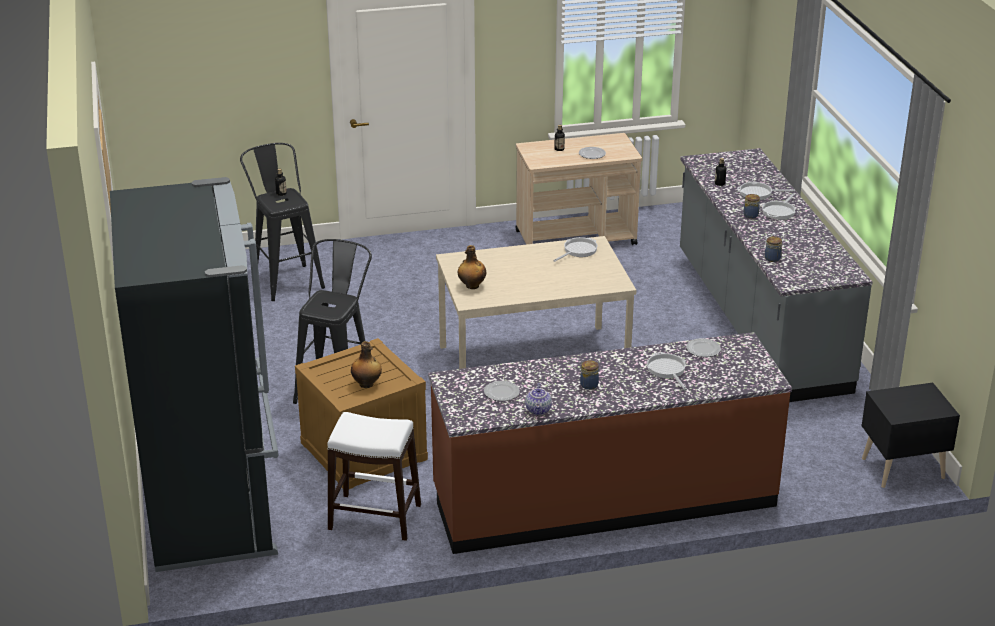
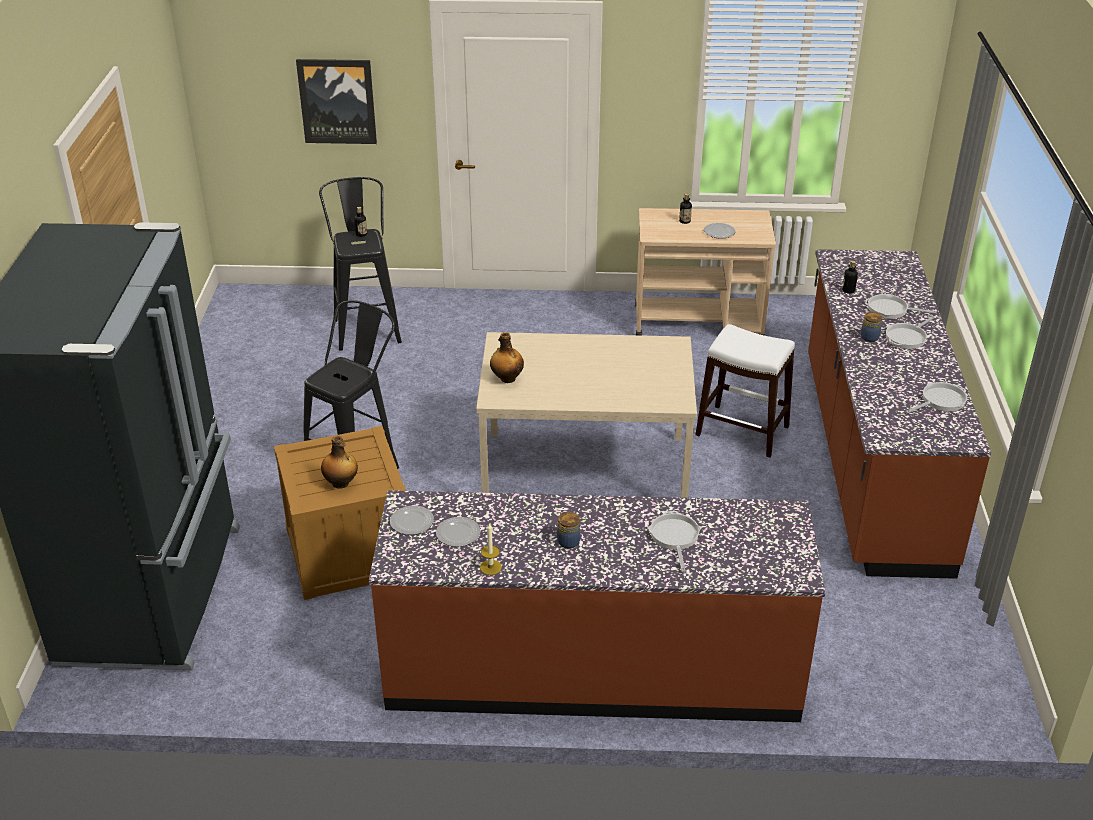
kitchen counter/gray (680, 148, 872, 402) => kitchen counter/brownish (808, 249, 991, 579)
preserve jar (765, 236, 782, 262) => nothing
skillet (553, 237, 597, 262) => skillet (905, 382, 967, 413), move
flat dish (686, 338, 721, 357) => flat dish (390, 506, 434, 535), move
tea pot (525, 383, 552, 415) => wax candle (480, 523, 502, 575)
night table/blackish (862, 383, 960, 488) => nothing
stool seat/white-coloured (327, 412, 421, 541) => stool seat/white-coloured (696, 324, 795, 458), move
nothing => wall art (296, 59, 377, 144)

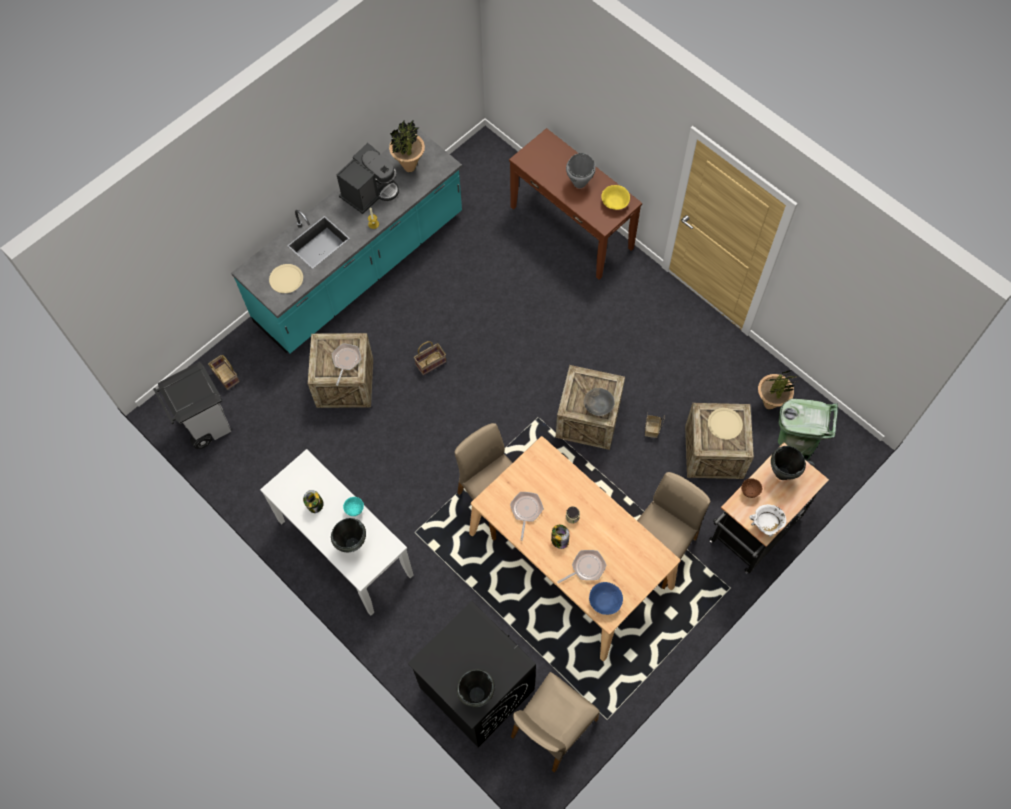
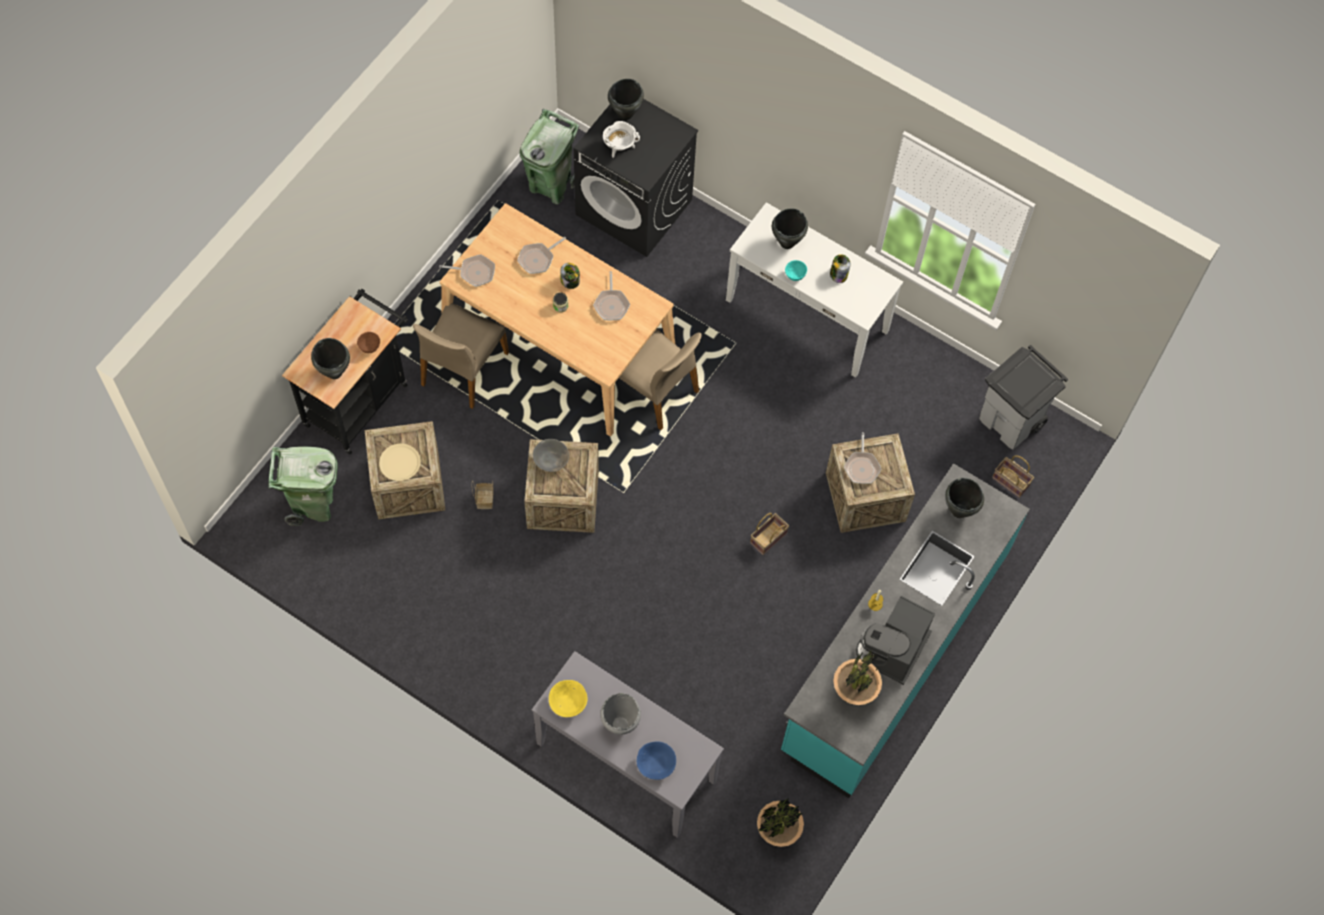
console table/brownish (509, 128, 642, 280) => console table/gray (532, 651, 724, 838)
flat dish/beige-coloured (269, 264, 303, 293) => stockpot/blackish (945, 478, 984, 518)
plant in a pot (758, 370, 796, 409) => plant in a pot (757, 798, 804, 847), move
stockpot/white-coloured (749, 504, 786, 537) => stockpot/white-coloured (603, 121, 640, 158), move
deep dish/blue (589, 582, 623, 615) => deep dish/blue (637, 741, 676, 780), move
upright chair/beige-coloured (511, 672, 600, 773) => waste bin/green (520, 109, 579, 205)
nothing => skillet (439, 254, 495, 287)

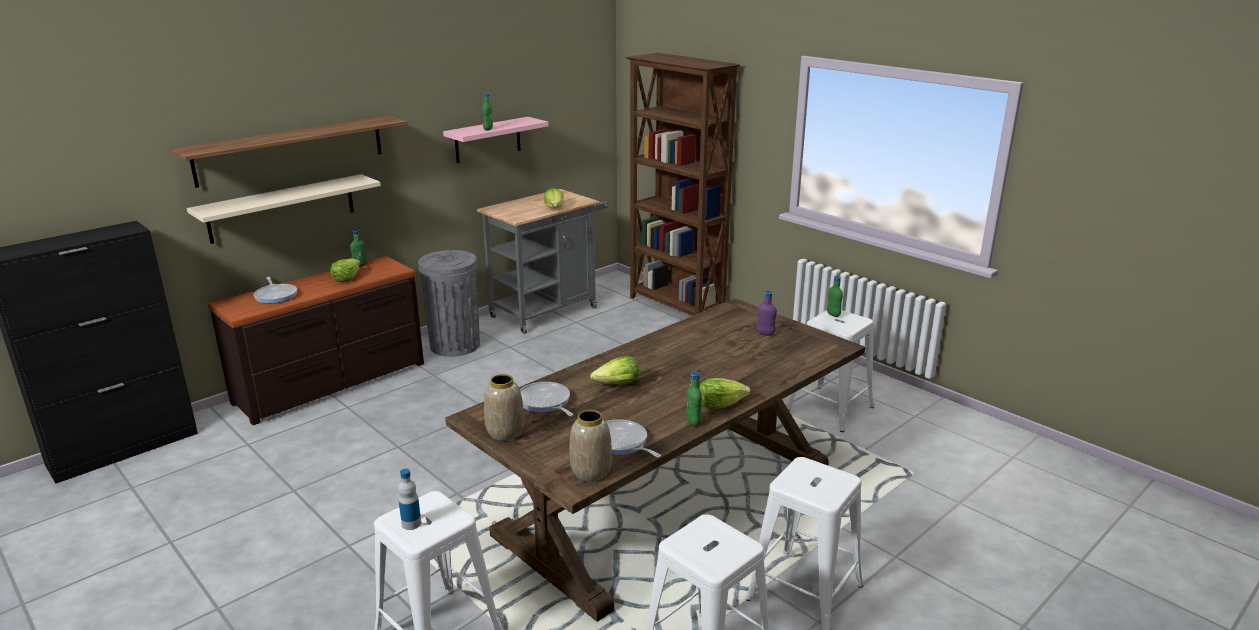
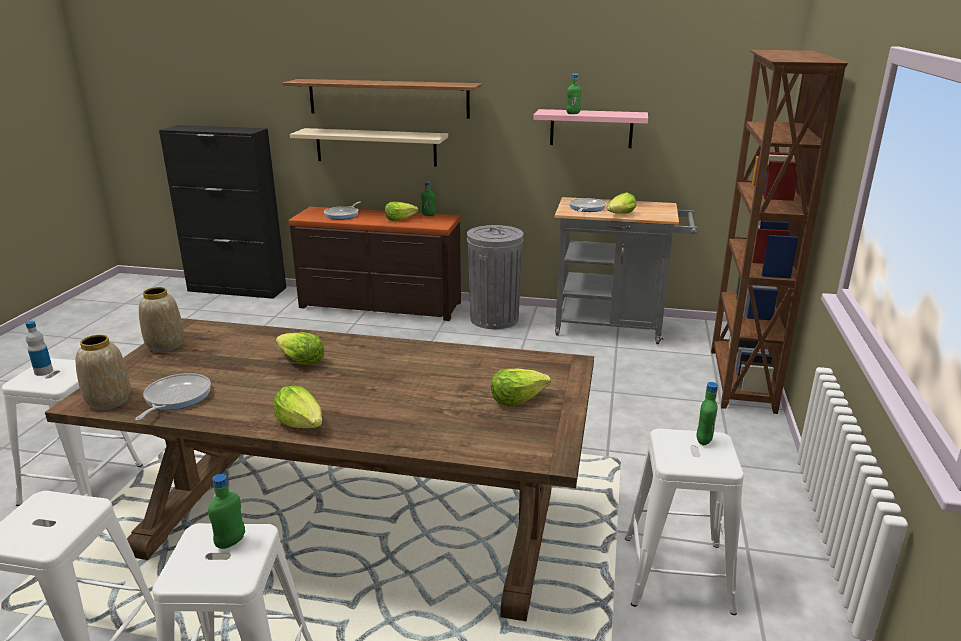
bottle/purplish (757, 291, 777, 336) => head of lettuce (491, 368, 551, 406)
bottle/green (686, 372, 702, 426) => bottle/green (208, 474, 245, 549), move
skillet (520, 382, 573, 416) => skillet (569, 198, 606, 212), move

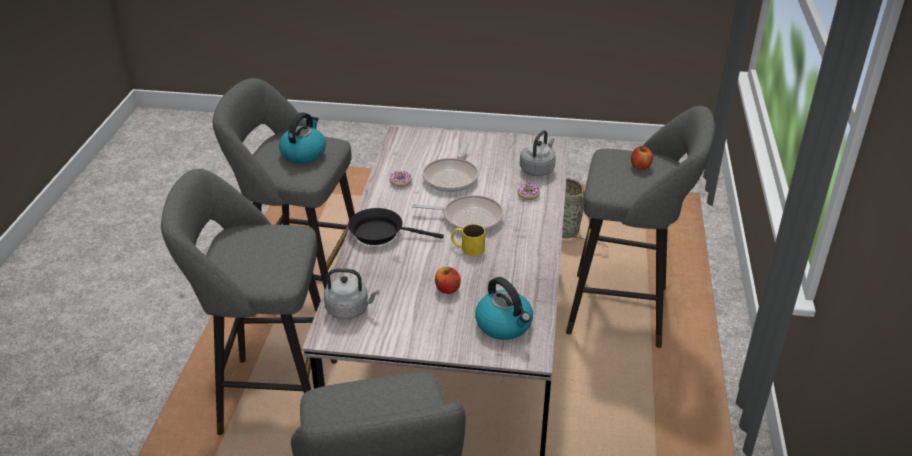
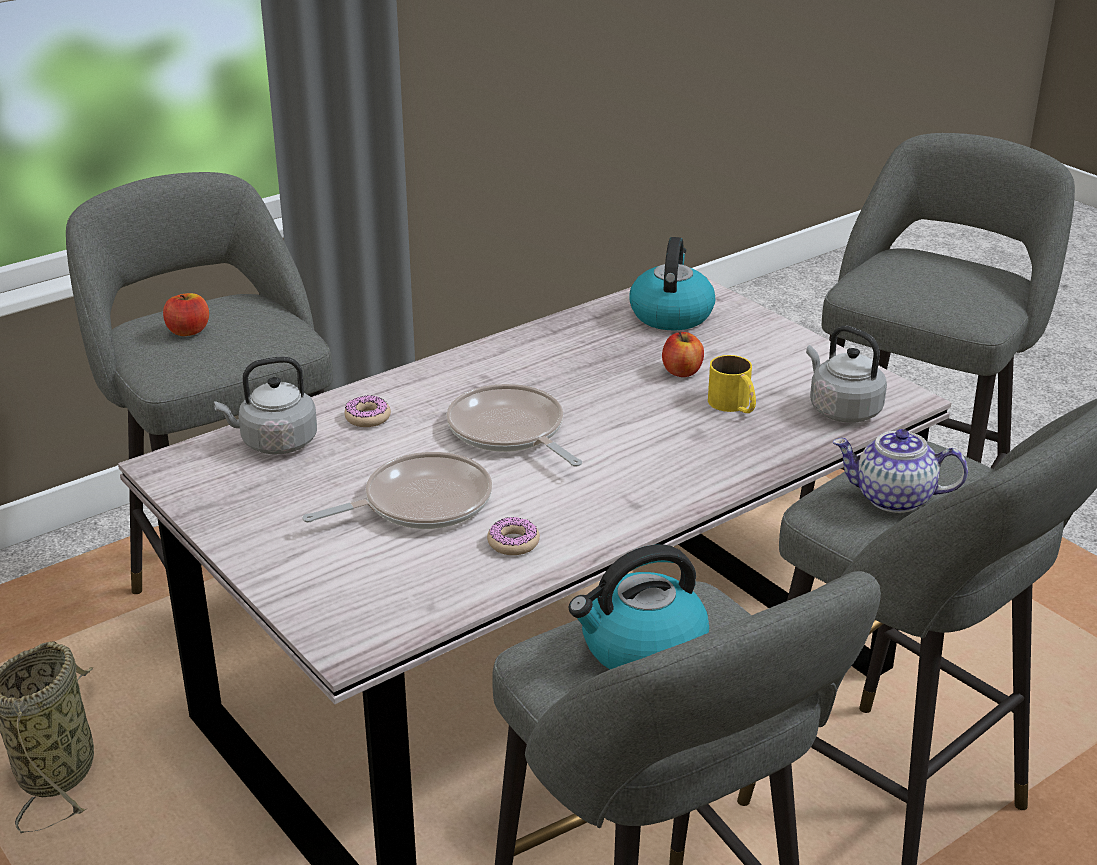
skillet/blackish (348, 208, 444, 245) => nothing
tea mug/yellow (451, 224, 485, 256) => tea mug/yellow (708, 355, 756, 413), move
nothing => tea pot (833, 429, 968, 513)

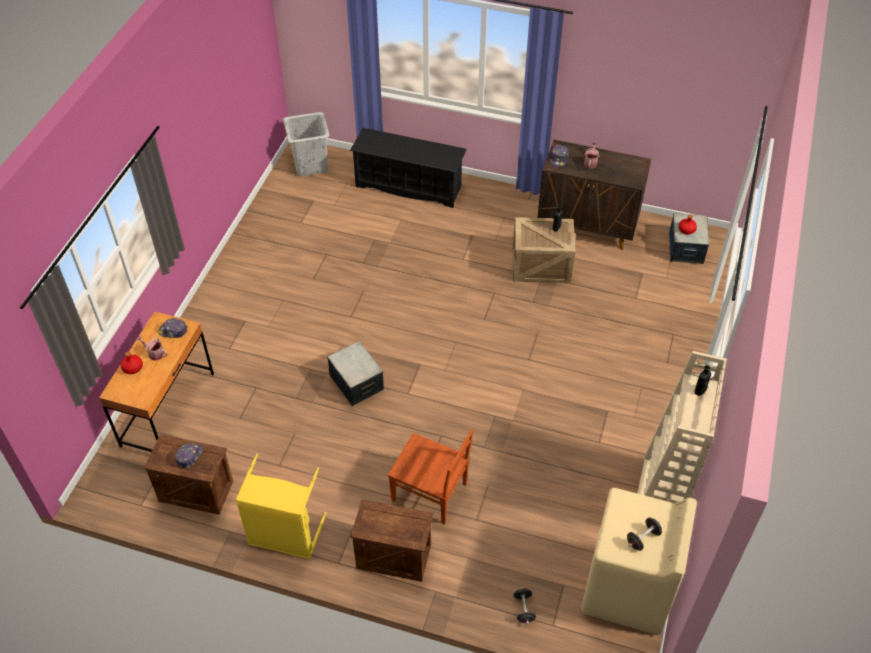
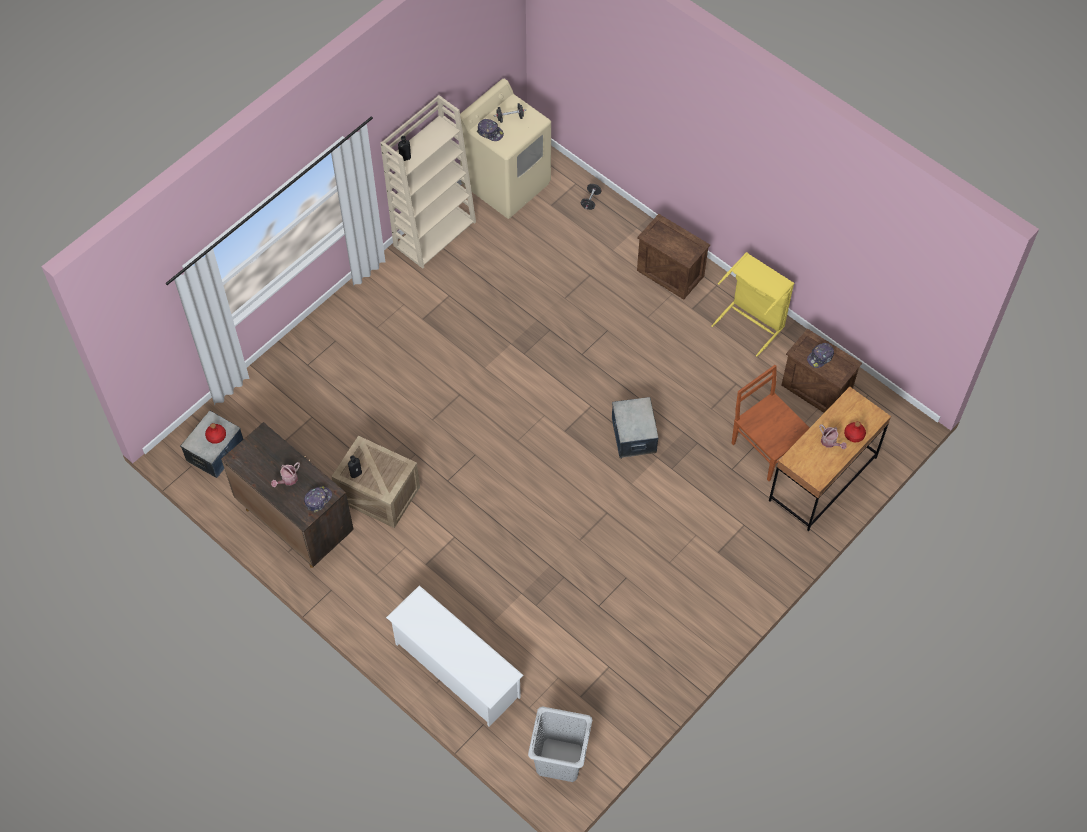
shoe rack/blackish (350, 128, 467, 208) => shoe rack/white-coloured (386, 585, 523, 727)
cap (158, 318, 188, 338) => cap (477, 119, 504, 141), move
upright chair/brownish (388, 429, 474, 524) => upright chair/brownish (732, 365, 810, 481), move

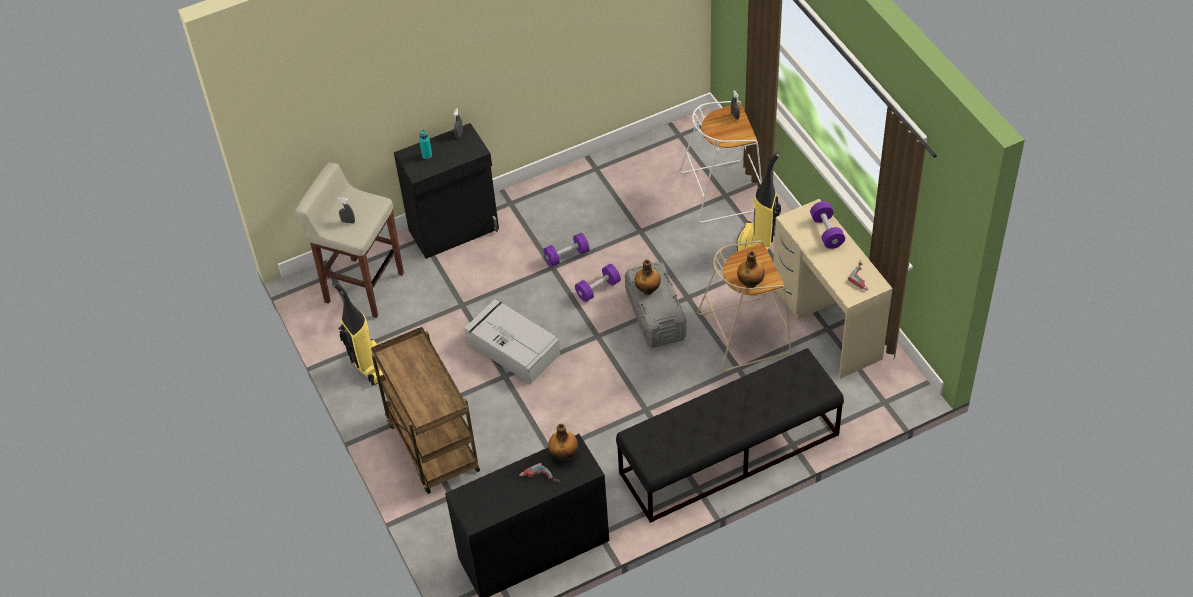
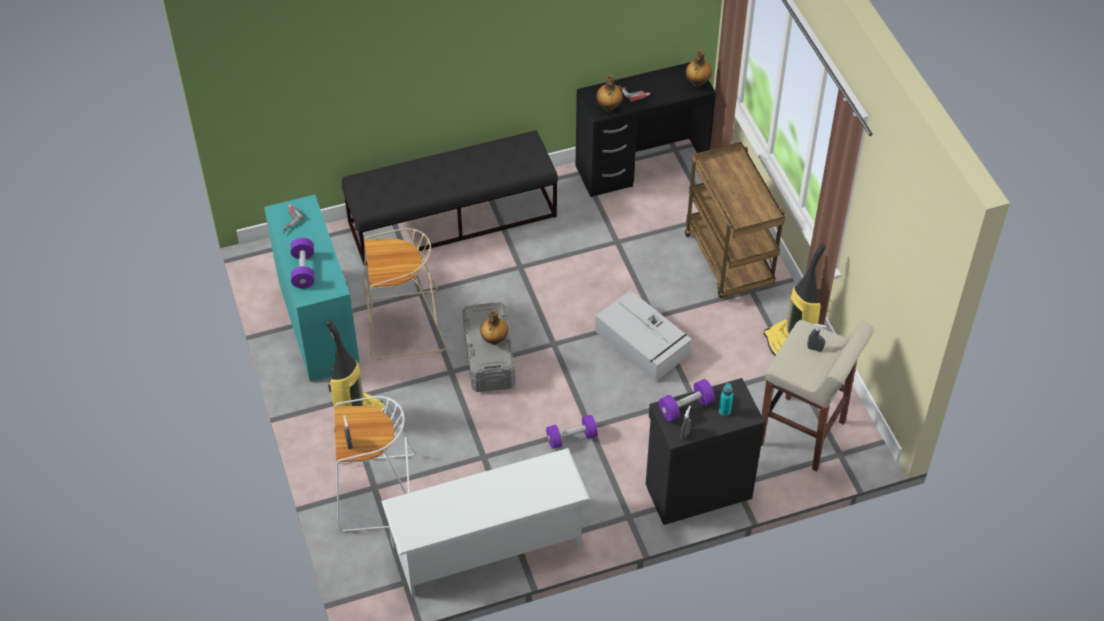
desk/beige-coloured (773, 199, 893, 379) => desk/blue-green (264, 195, 360, 382)
bottle (737, 251, 765, 288) => bottle (686, 50, 712, 87), move
hand weight/purplish (575, 264, 621, 302) => hand weight/purplish (659, 379, 715, 422), move
nothing => shoe rack/white-coloured (381, 448, 590, 597)

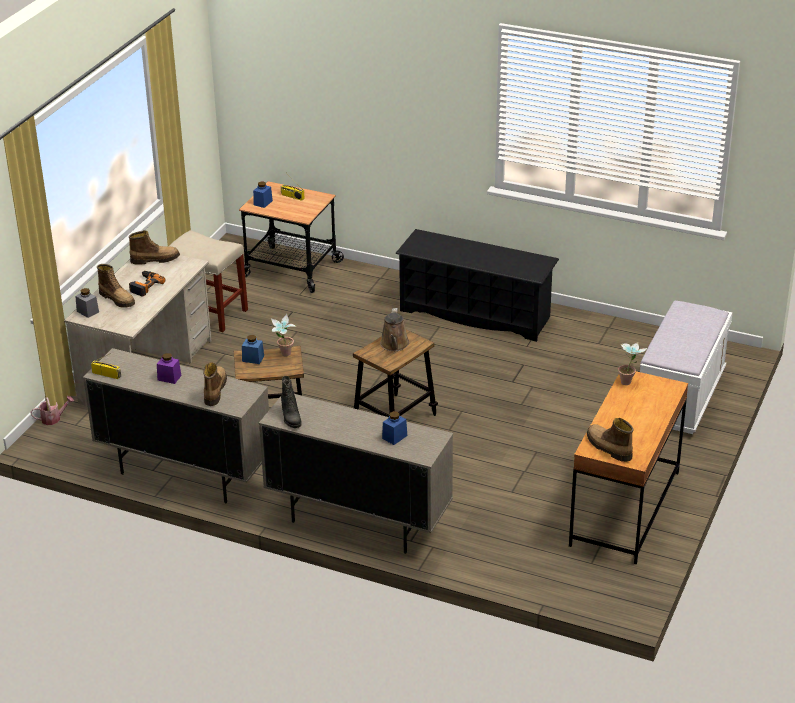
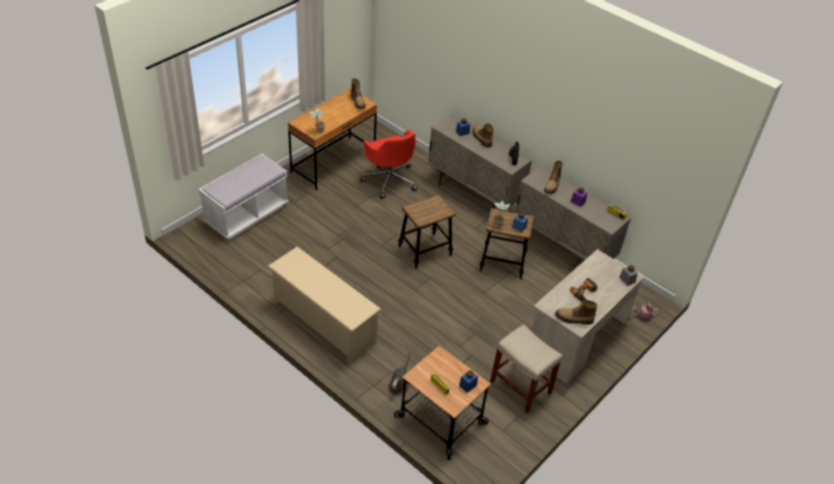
shoe rack/blackish (395, 229, 559, 342) => shoe rack/beige-coloured (268, 247, 381, 362)
boot (97, 264, 135, 307) => boot (472, 123, 494, 148), move
watering can/brownish (380, 308, 409, 351) => watering can/brownish (388, 348, 412, 395), move
nothing => office chair/red (360, 130, 417, 199)

